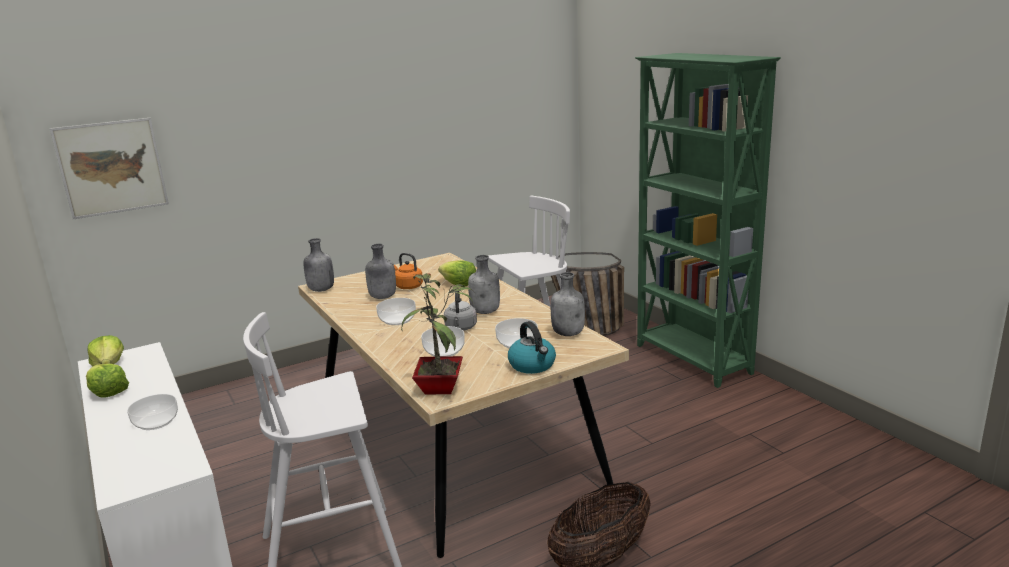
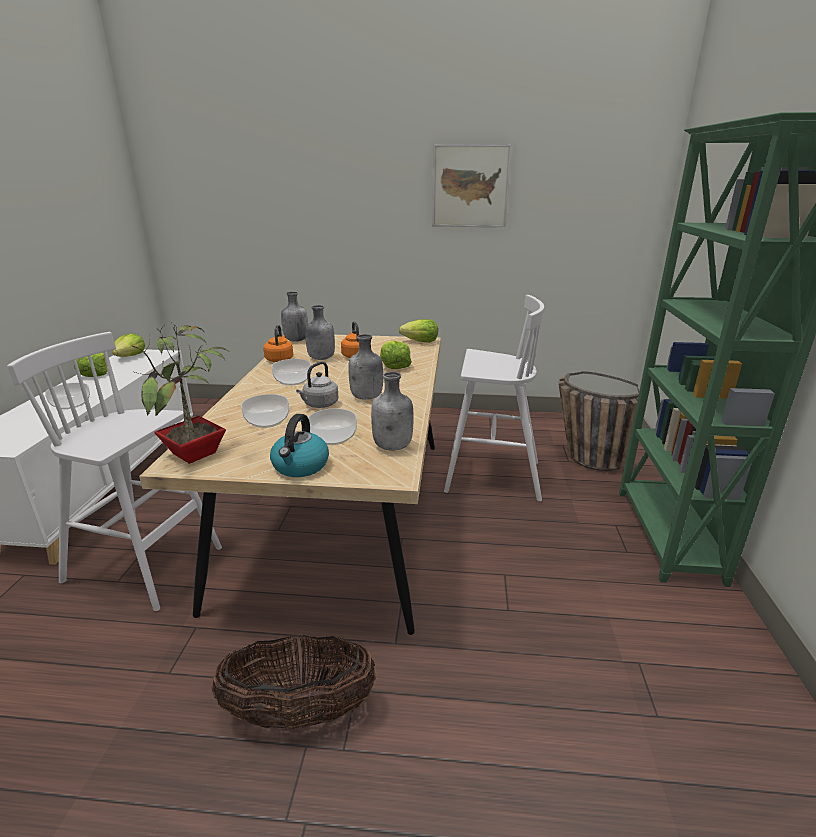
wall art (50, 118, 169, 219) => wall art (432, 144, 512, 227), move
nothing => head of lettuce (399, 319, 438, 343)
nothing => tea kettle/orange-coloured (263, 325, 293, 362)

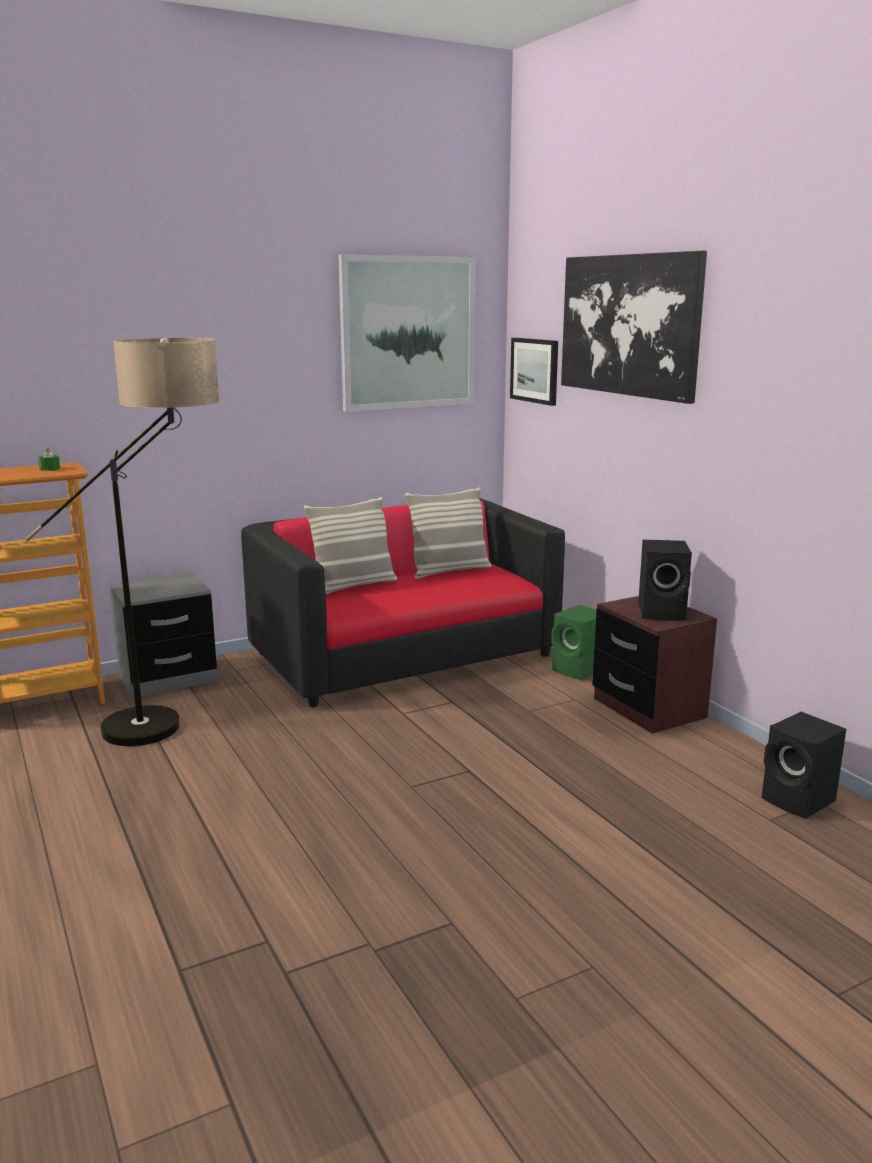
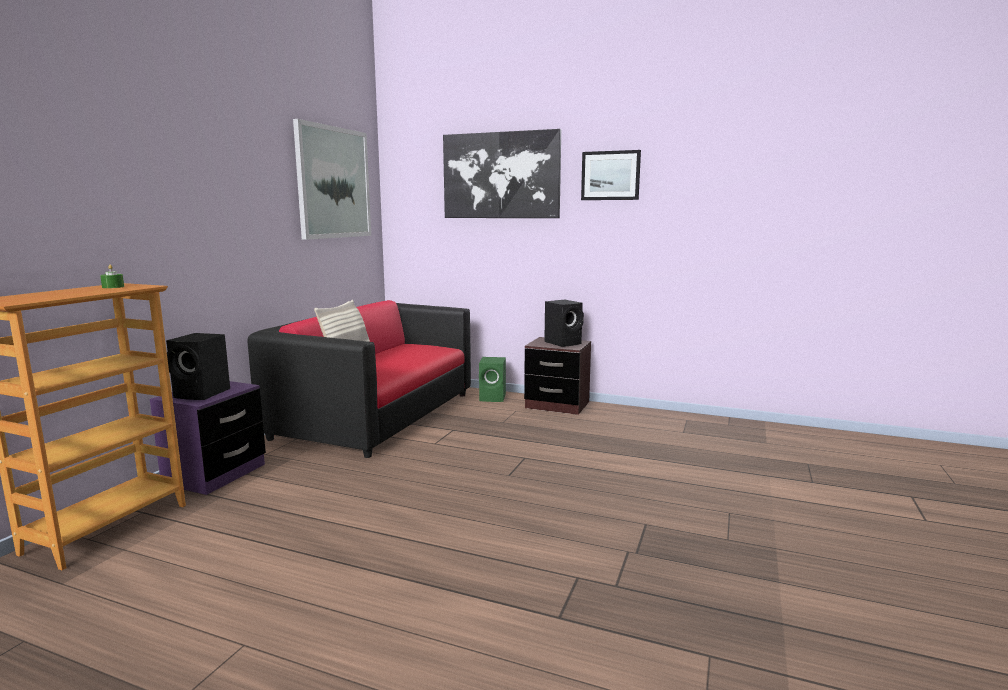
standard lamp (26, 338, 219, 746) => nothing
wall art (510, 338, 558, 406) => wall art (581, 150, 641, 200), move
throw pillow (405, 487, 492, 579) => nothing
night table/gray (109, 572, 217, 698) => night table/purplish (150, 381, 266, 495)
audio speaker/blackish (762, 712, 846, 819) => audio speaker/blackish (166, 333, 230, 400), move

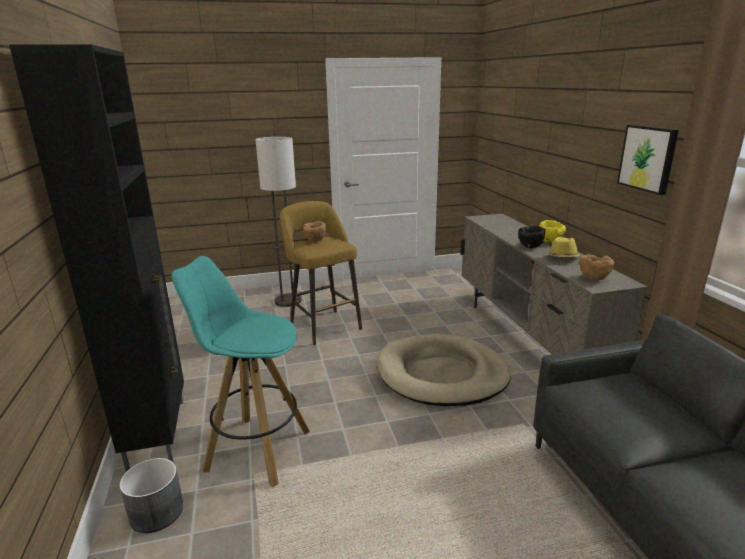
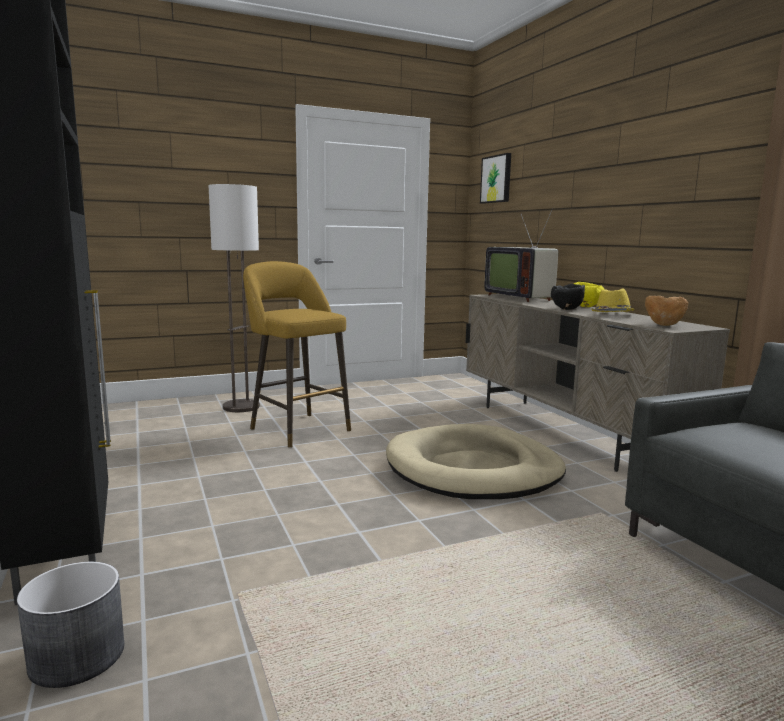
wall art (617, 125, 679, 195) => wall art (480, 153, 511, 204), move
deep dish/brownish (303, 221, 326, 242) => nothing
stool seat/blue-green (171, 256, 310, 488) => nothing
nothing => TV (484, 208, 558, 302)

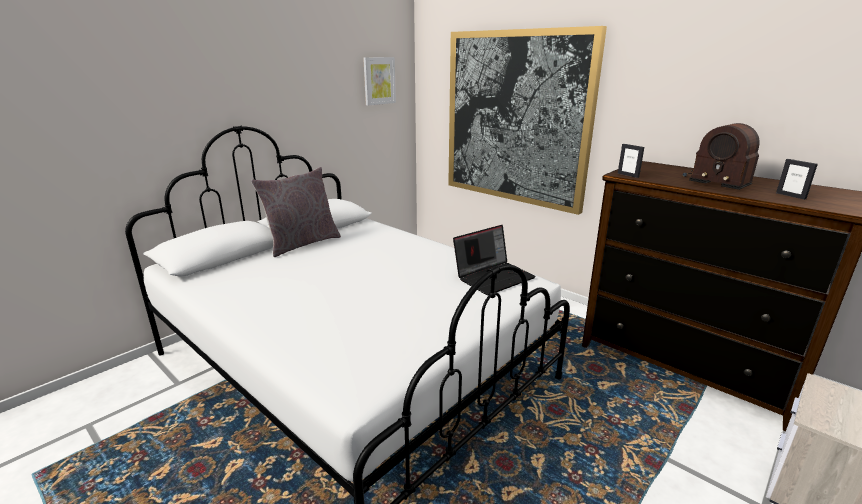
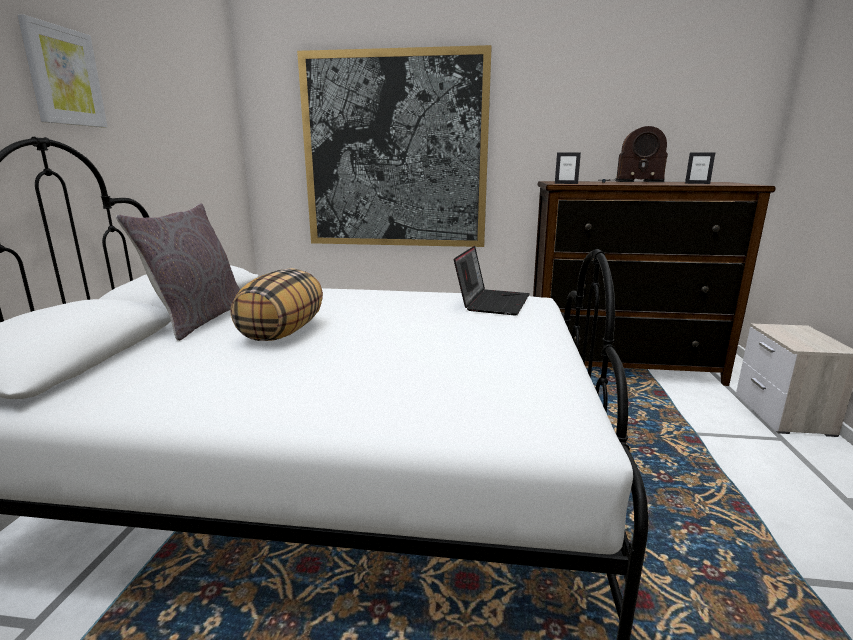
wall art (363, 57, 396, 105) => wall art (17, 14, 108, 127), move
nothing => throw pillow (230, 268, 323, 341)

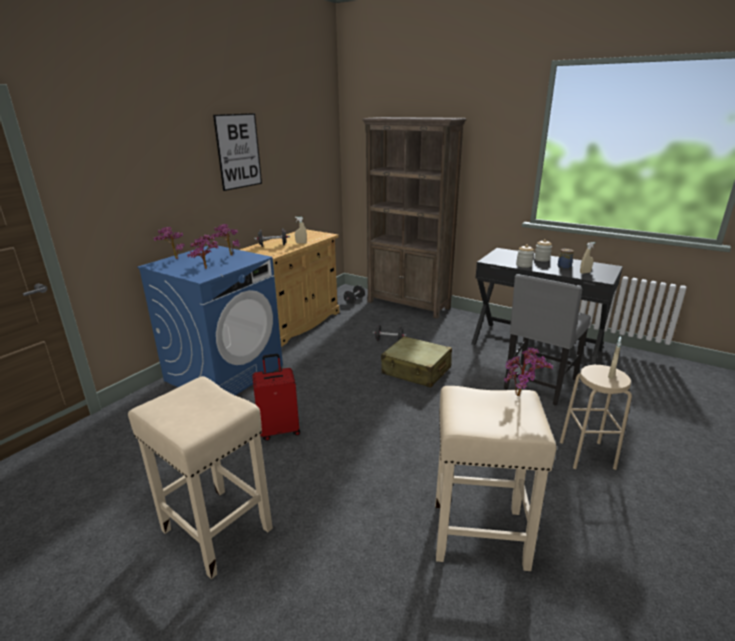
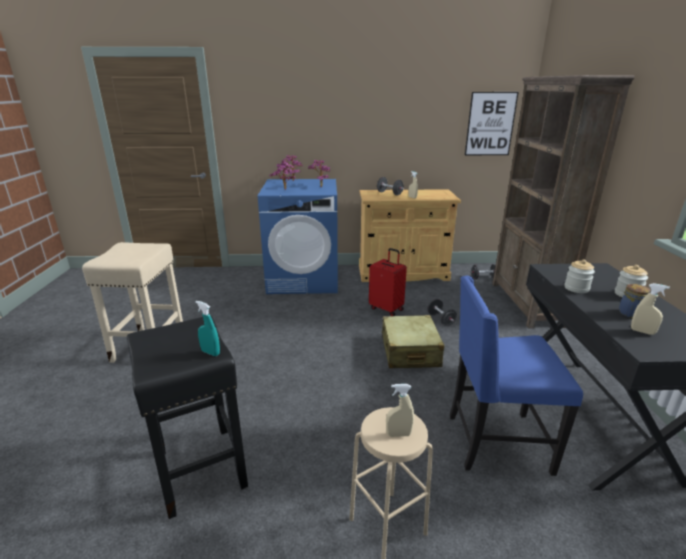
wall art (213, 113, 262, 191) => wall art (465, 92, 519, 155), move
upright chair/gray (504, 274, 591, 406) => upright chair/blue (450, 276, 583, 476)
plant in a pot (504, 347, 553, 396) => spray bottle/blue-green (195, 301, 220, 356)
piece of luggage/red (252, 354, 300, 441) => piece of luggage/red (369, 248, 407, 316), move
stool seat/beige-coloured (435, 386, 557, 571) => stool seat/blackish (127, 316, 248, 519)

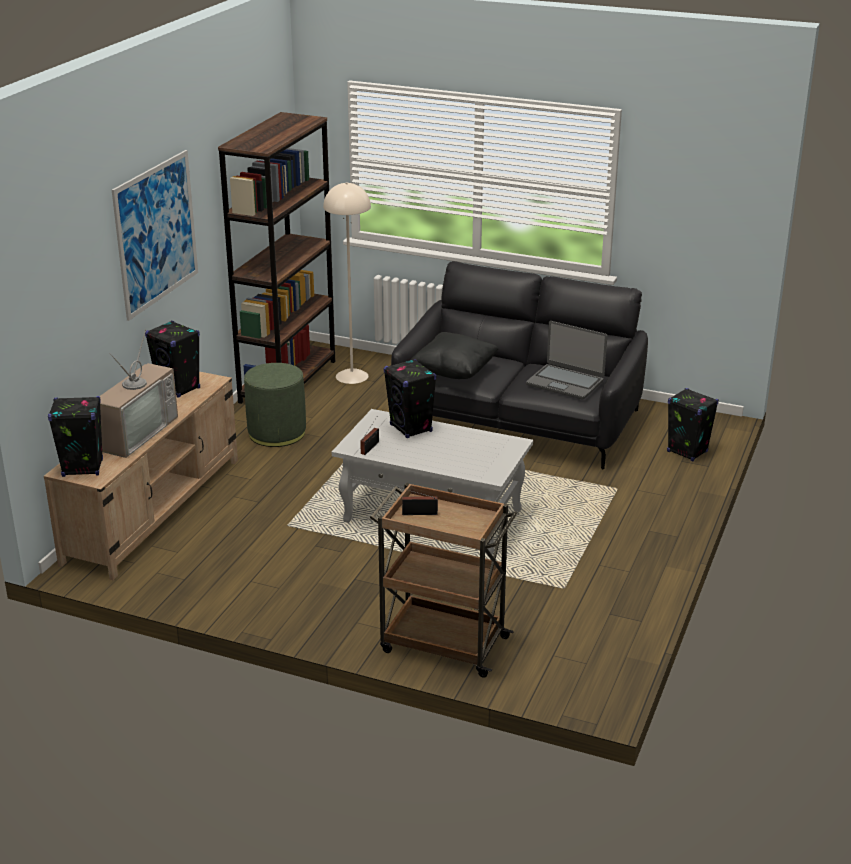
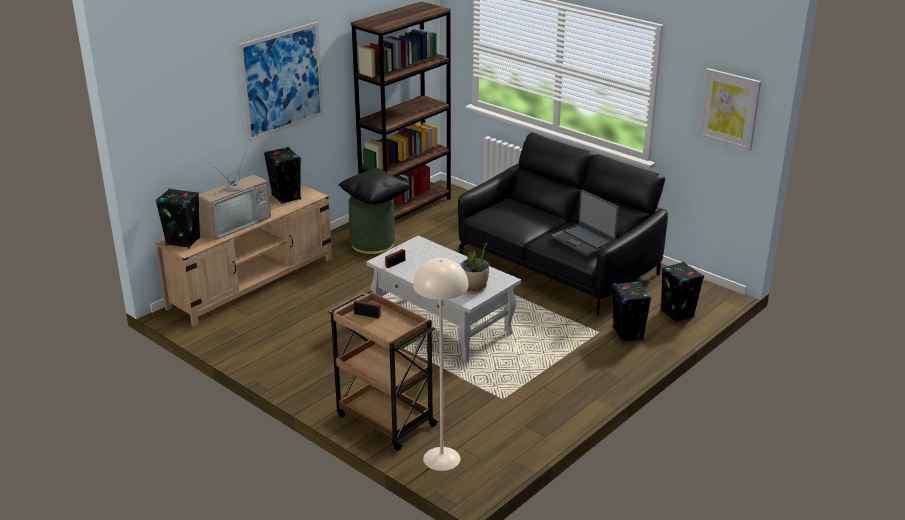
standard lamp/beige-coloured (323, 182, 371, 384) => standard lamp/beige-coloured (413, 258, 469, 471), move
throw pillow/blackish (409, 332, 498, 379) => throw pillow/blackish (339, 168, 411, 205), move
audio speaker/blackish (384, 359, 437, 438) => audio speaker/blackish (612, 281, 651, 342), move
nothing => wall art (698, 68, 761, 151)
nothing => plant in a pot (460, 243, 489, 292)

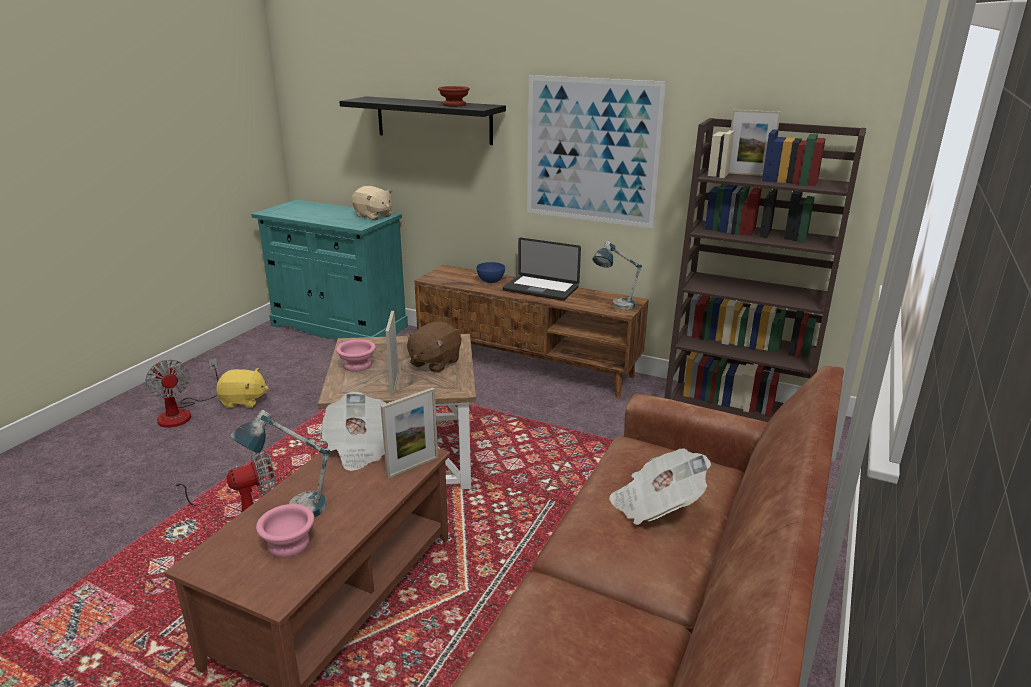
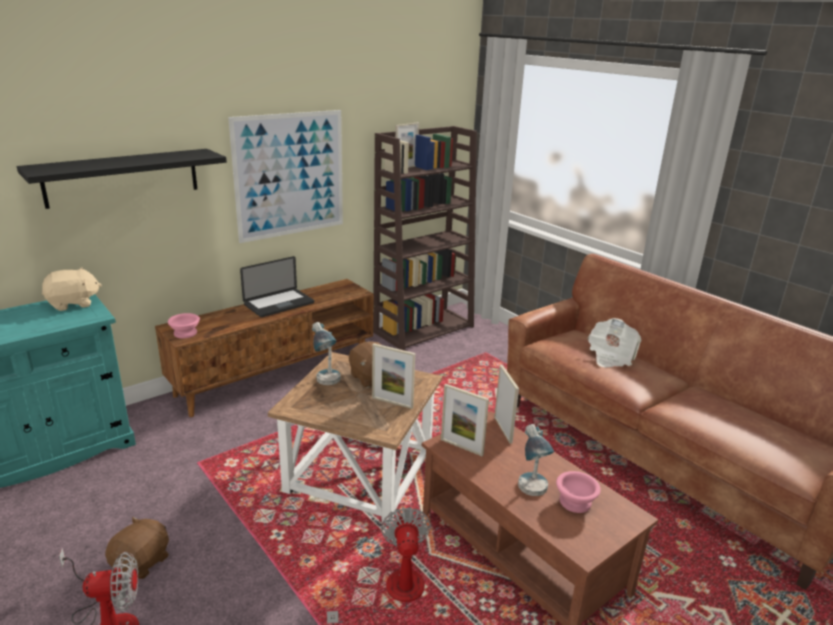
deep dish/brownish (438, 86, 470, 107) => nothing
lamp for a table (592, 241, 642, 310) => lamp for a table (312, 322, 341, 385), move
deep dish/blue (476, 262, 505, 283) => nothing
deep dish/pink (336, 339, 376, 371) => deep dish/pink (168, 313, 200, 339), move
plush toy/yellow (216, 368, 269, 408) => plush toy/brownish (105, 517, 169, 579)
printed paper (320, 392, 387, 471) => photo frame (441, 384, 489, 456)

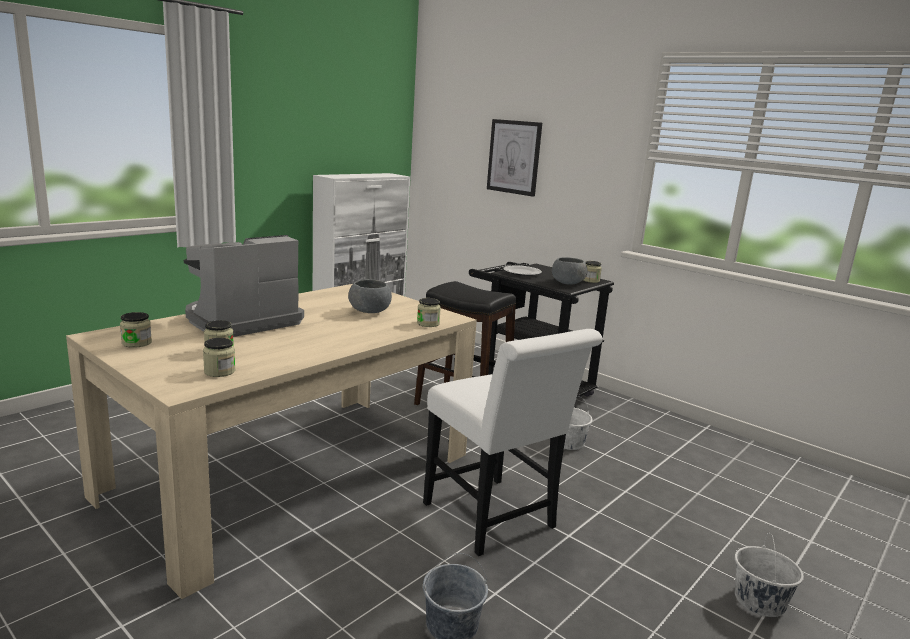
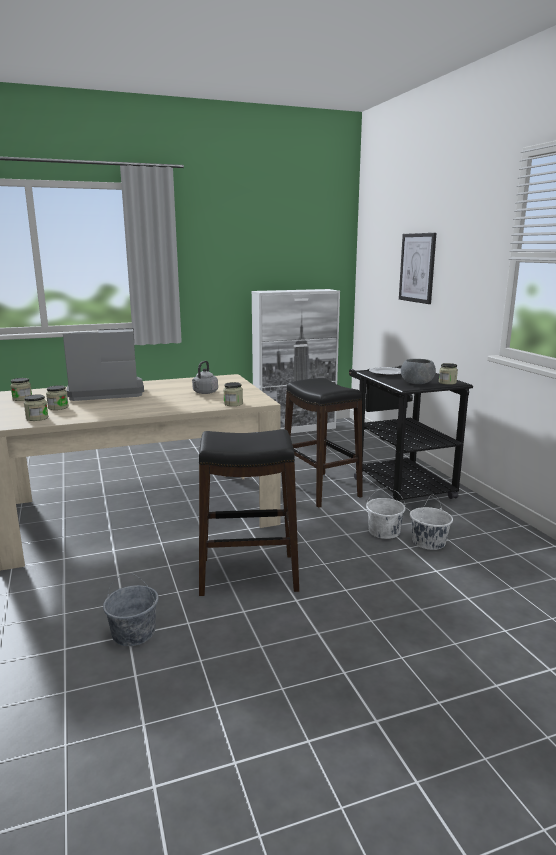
deep dish/gray (348, 279, 392, 313) => tea kettle/gray (192, 361, 218, 394)
upright chair/white-coloured (423, 329, 603, 556) => stool seat/blackish (199, 429, 299, 596)
water bucket/white-coloured (735, 533, 804, 617) => water bucket/white-coloured (410, 494, 453, 550), move

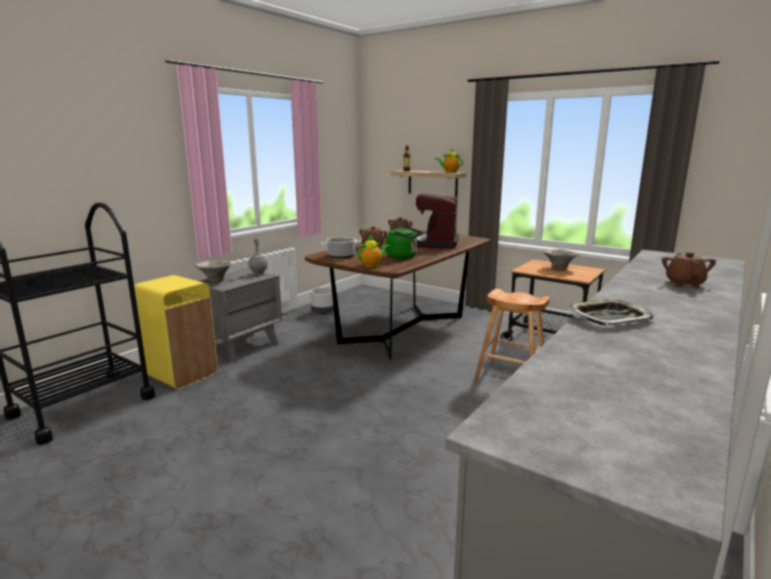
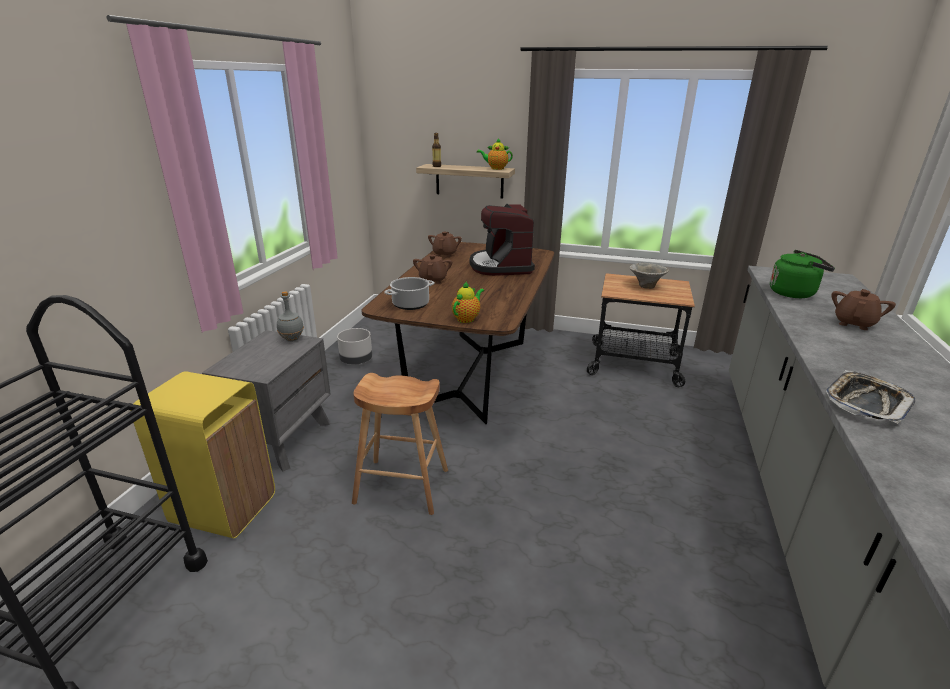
tea kettle/green (386, 227, 423, 259) => tea kettle/green (770, 250, 835, 298), move
tea pot/brownish (662, 252, 716, 288) => tea pot/brownish (831, 289, 896, 330), 45 degrees clockwise
deep dish (195, 260, 232, 283) => nothing
stool seat/brownish (474, 289, 550, 381) => stool seat/brownish (352, 373, 448, 515), move

